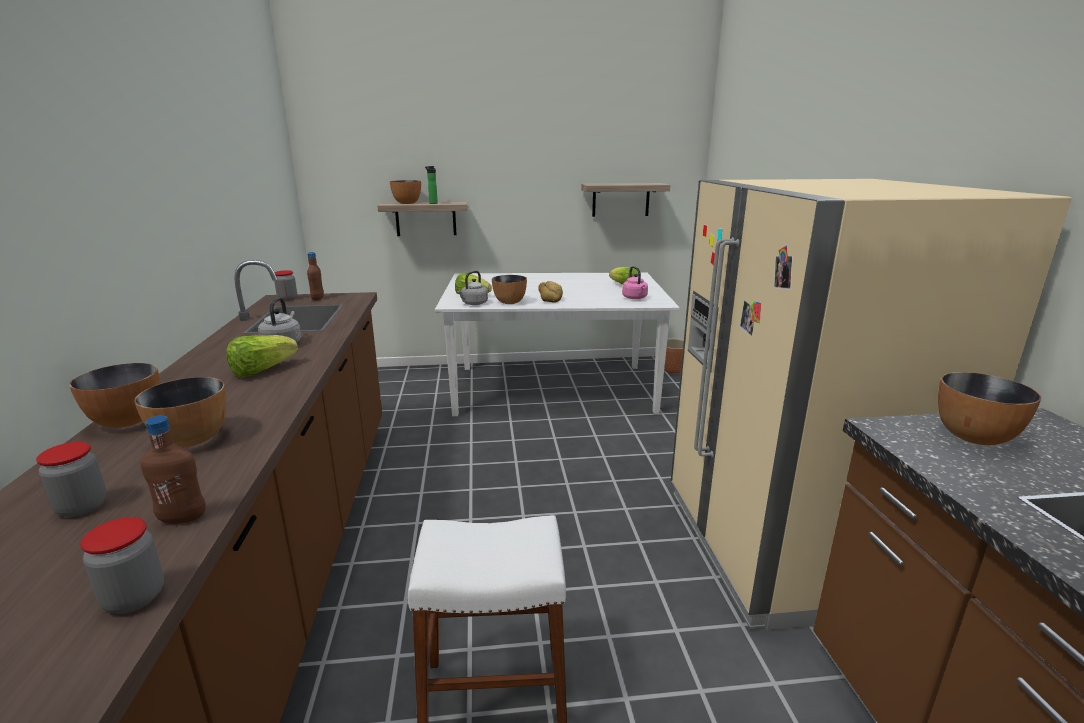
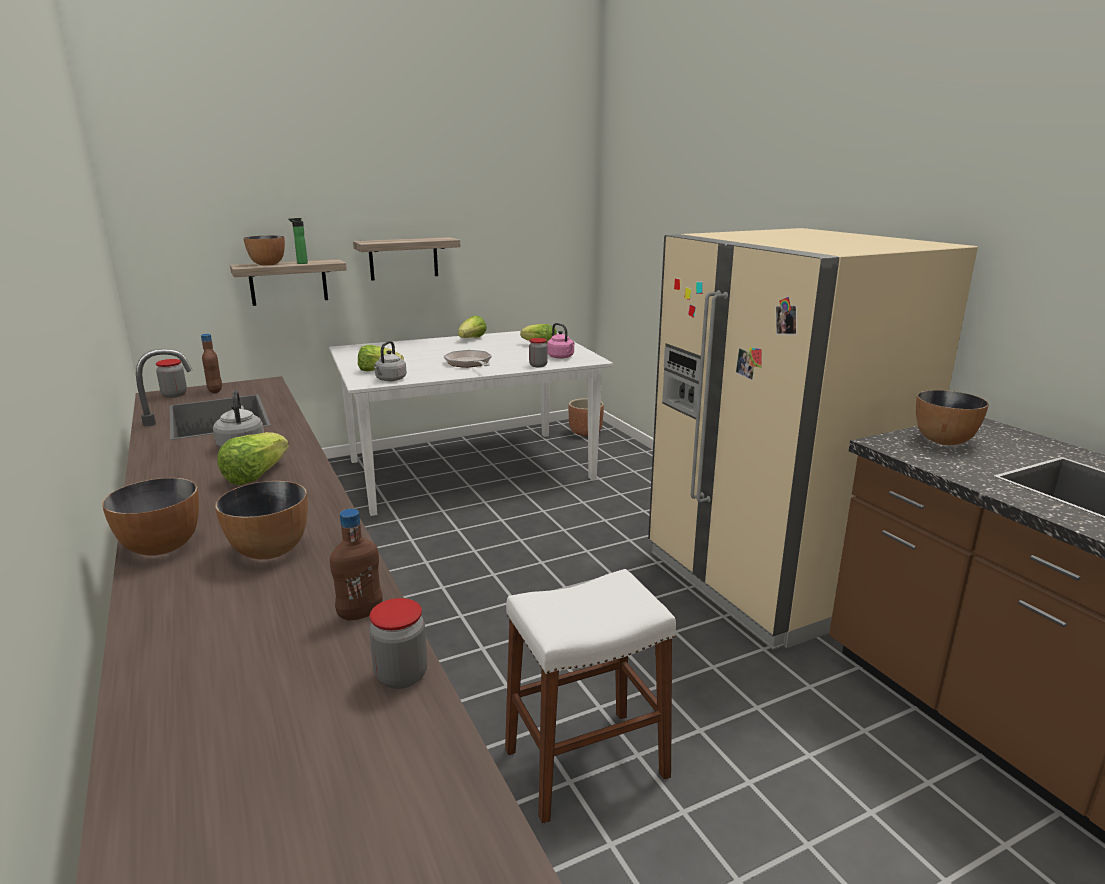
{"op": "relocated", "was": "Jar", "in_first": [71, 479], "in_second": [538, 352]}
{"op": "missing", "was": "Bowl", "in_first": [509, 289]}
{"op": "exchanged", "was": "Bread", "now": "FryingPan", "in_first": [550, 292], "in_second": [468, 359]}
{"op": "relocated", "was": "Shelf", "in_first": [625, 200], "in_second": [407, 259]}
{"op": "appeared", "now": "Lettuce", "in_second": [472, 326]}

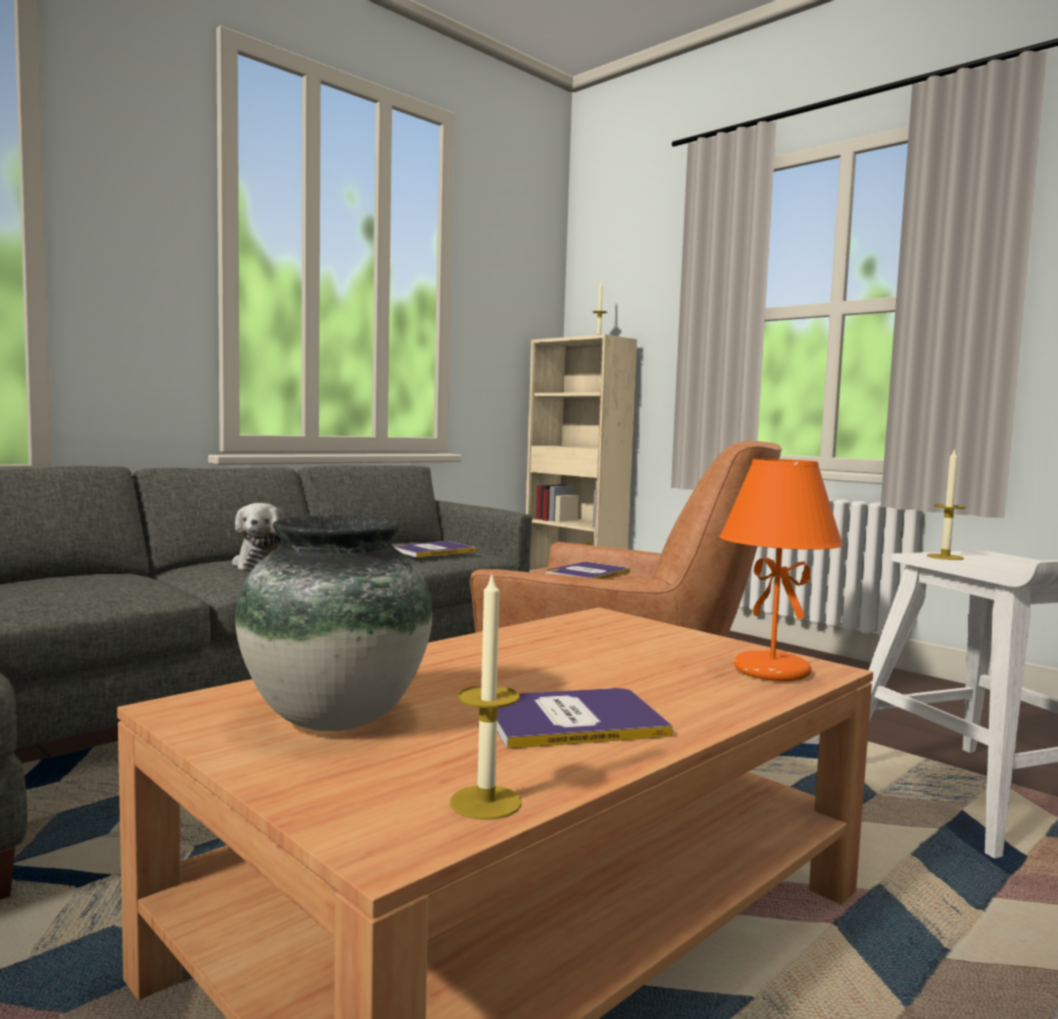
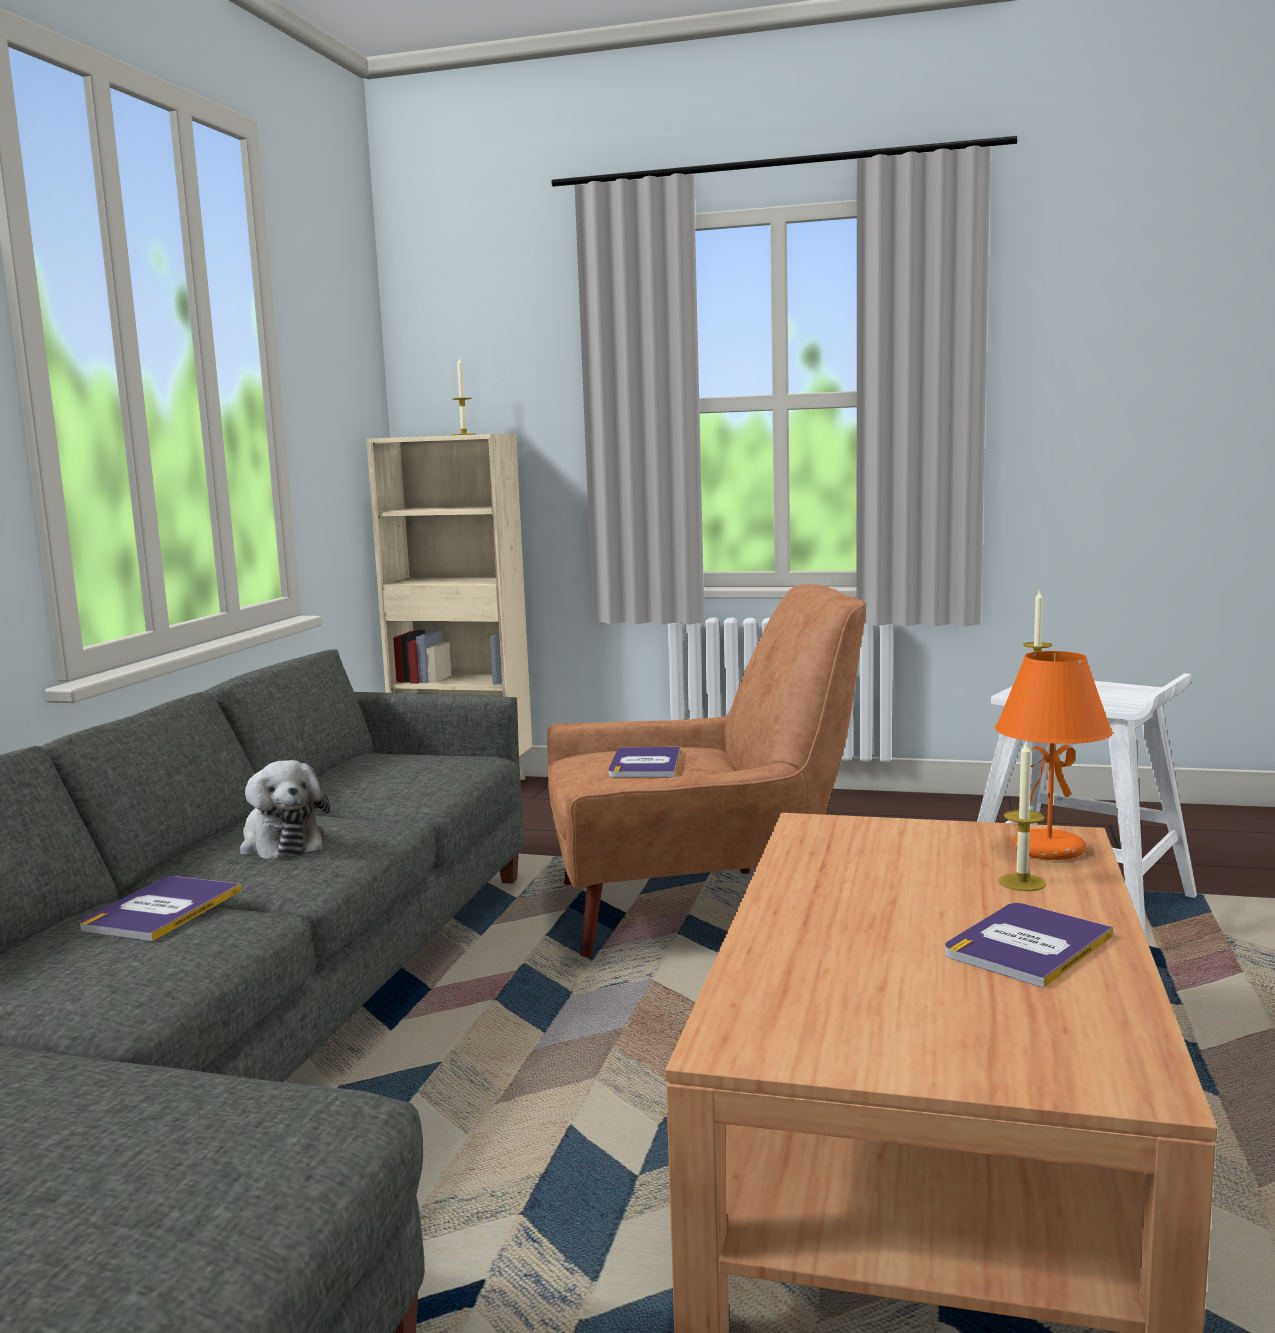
{"op": "missing", "was": "Vase", "in_first": [333, 623]}
{"op": "relocated", "was": "Book", "in_first": [434, 549], "in_second": [160, 909]}
{"op": "relocated", "was": "Candle", "in_first": [486, 696], "in_second": [1022, 815]}

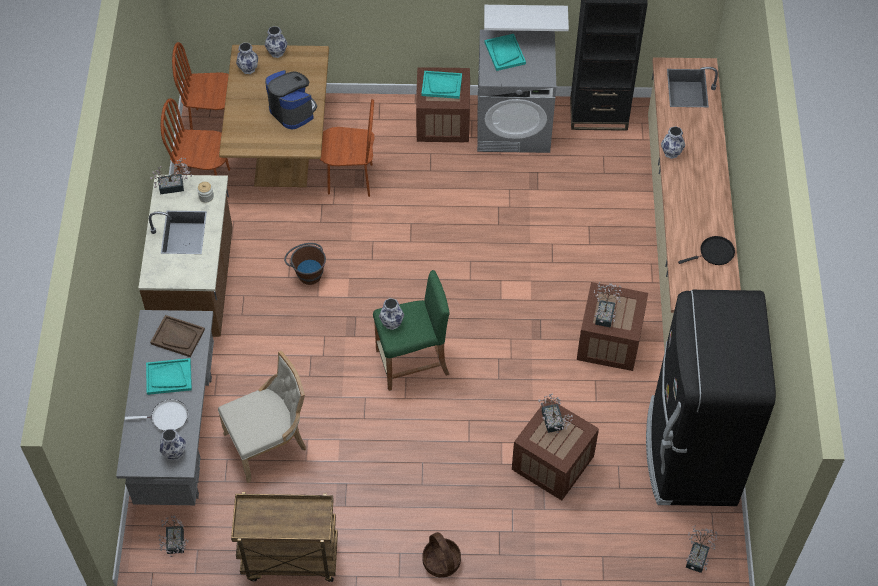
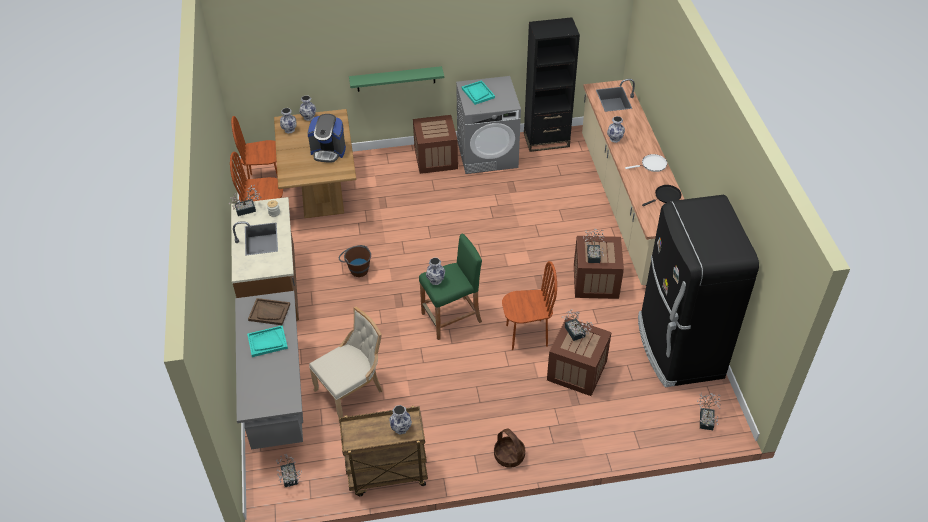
{"op": "relocated", "was": "WhiteFryingPan", "in_first": [156, 415], "in_second": [646, 163]}
{"op": "relocated", "was": "Vase", "in_first": [173, 444], "in_second": [400, 419]}
{"op": "spun", "was": "CoffeeMachine", "in_first": [291, 99], "in_second": [326, 138], "clockwise": 150}
{"op": "relocated", "was": "BrownChair", "in_first": [347, 148], "in_second": [529, 305]}
{"op": "missing", "was": "TurquoiseTray", "in_first": [441, 85]}
{"op": "missing", "was": "WhiteShelf", "in_first": [526, 18]}
{"op": "appeared", "now": "GreenShelf", "in_second": [396, 79]}

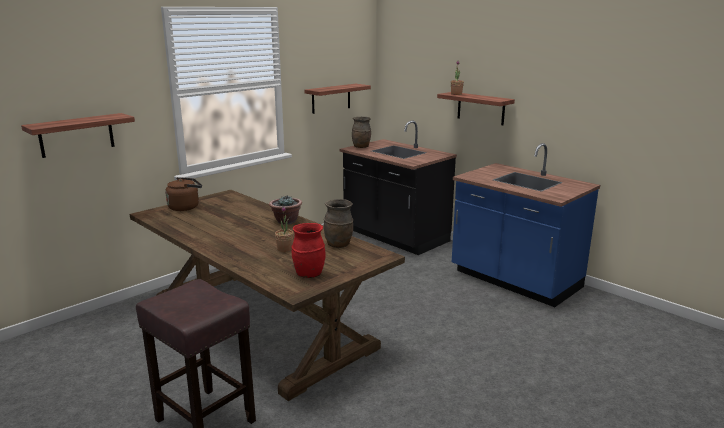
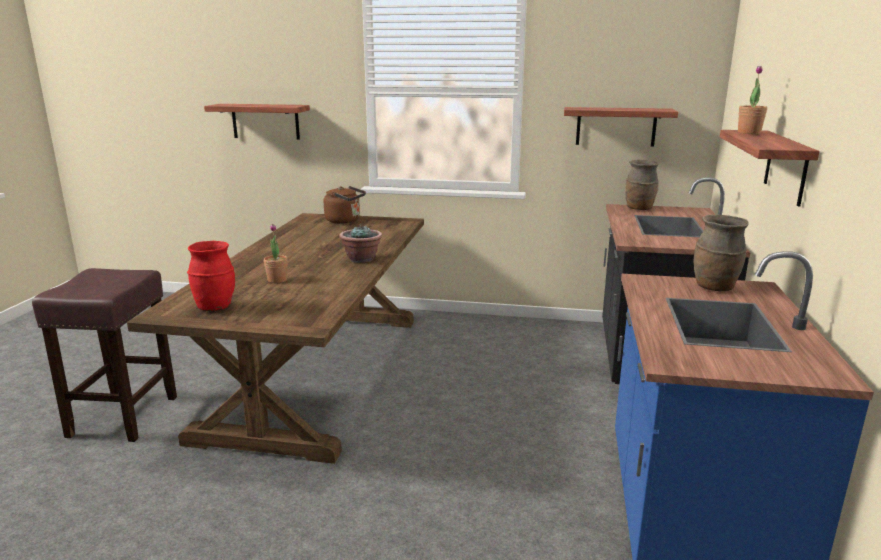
{"op": "relocated", "was": "BrownVase", "in_first": [338, 223], "in_second": [721, 253]}

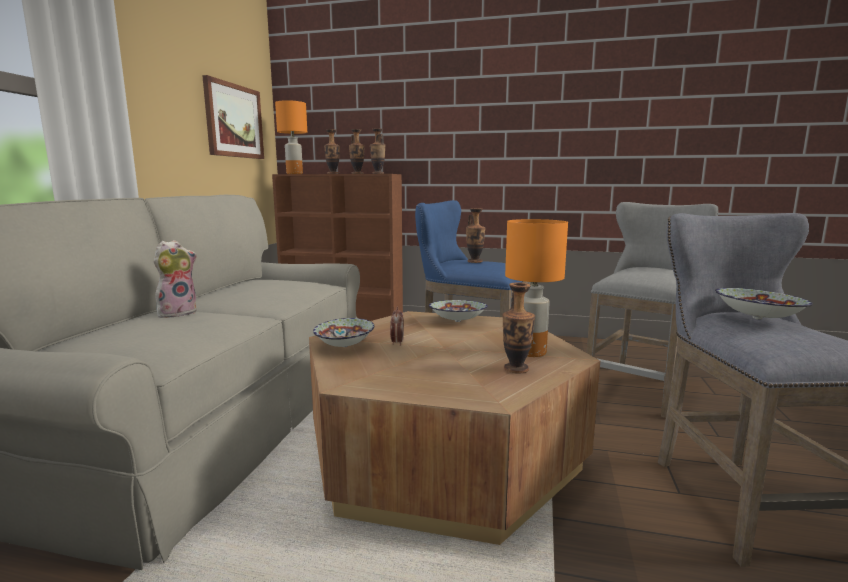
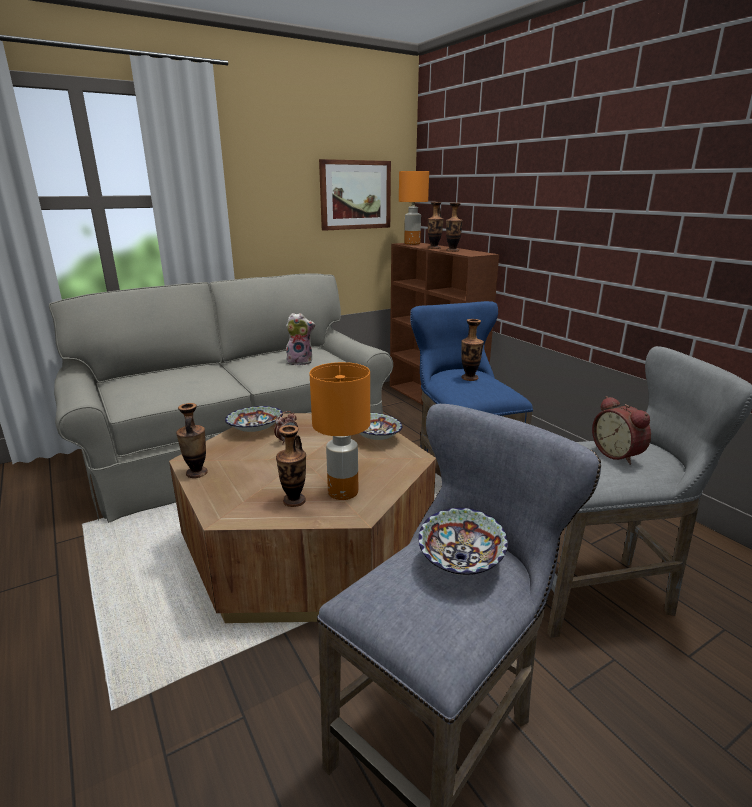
{"op": "relocated", "was": "PlushToy", "in_first": [175, 279], "in_second": [300, 339]}
{"op": "relocated", "was": "Vase", "in_first": [377, 151], "in_second": [192, 440]}
{"op": "appeared", "now": "AlarmClock", "in_second": [621, 430]}

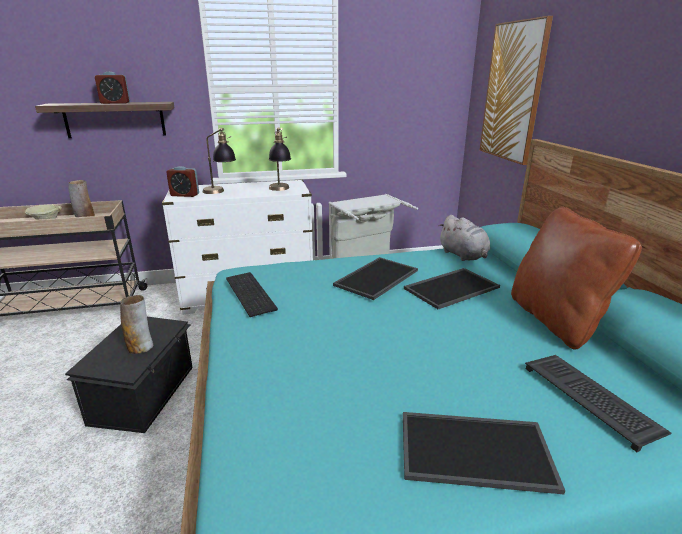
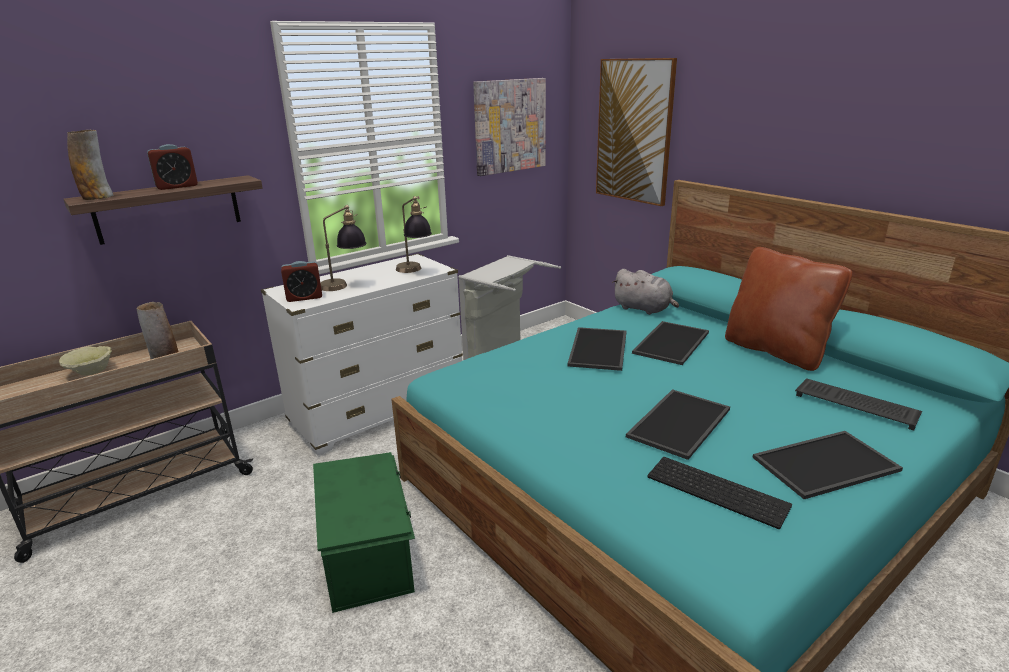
{"op": "colour", "was": "BlackStorageBox", "now": "GreenStorageBox", "in_first": [129, 375], "in_second": [364, 532]}
{"op": "relocated", "was": "Vase", "in_first": [136, 324], "in_second": [90, 165]}
{"op": "relocated", "was": "Keyboard", "in_first": [252, 294], "in_second": [720, 493]}
{"op": "appeared", "now": "Picture", "in_second": [509, 127]}
{"op": "appeared", "now": "Tray", "in_second": [678, 424]}

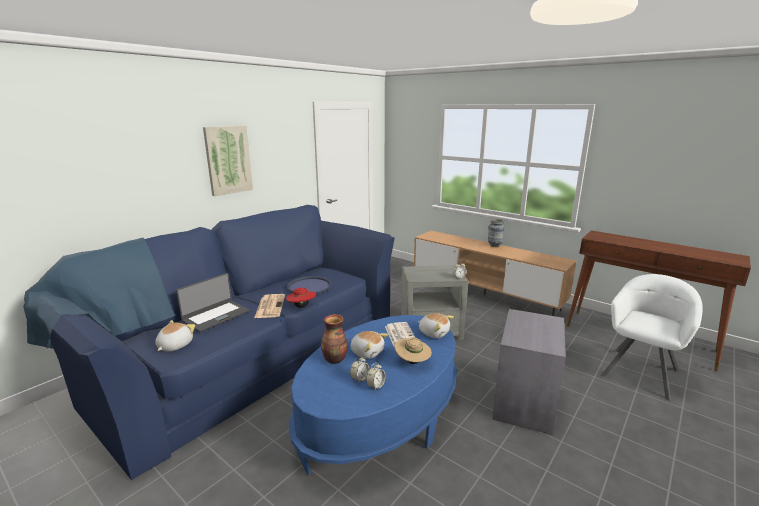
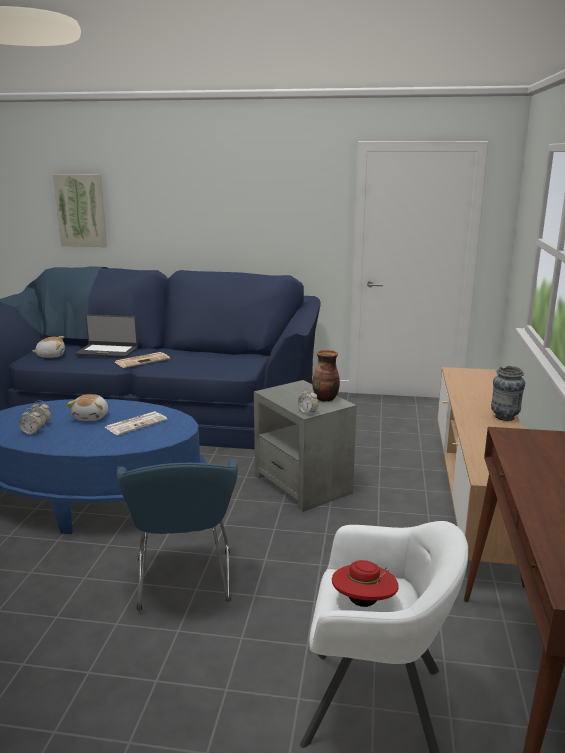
{"op": "relocated", "was": "Picture", "in_first": [228, 161], "in_second": [80, 210]}
{"op": "relocated", "was": "RedHat", "in_first": [301, 297], "in_second": [365, 583]}
{"op": "missing", "was": "BlueTray", "in_first": [309, 285]}
{"op": "relocated", "was": "Vase", "in_first": [334, 339], "in_second": [326, 376]}
{"op": "missing", "was": "BeigeHat", "in_first": [413, 350]}
{"op": "missing", "was": "PlushToy", "in_first": [436, 325]}
{"op": "exchanged", "was": "GreySideTable", "now": "BlueArmchair", "in_first": [529, 372], "in_second": [177, 535]}

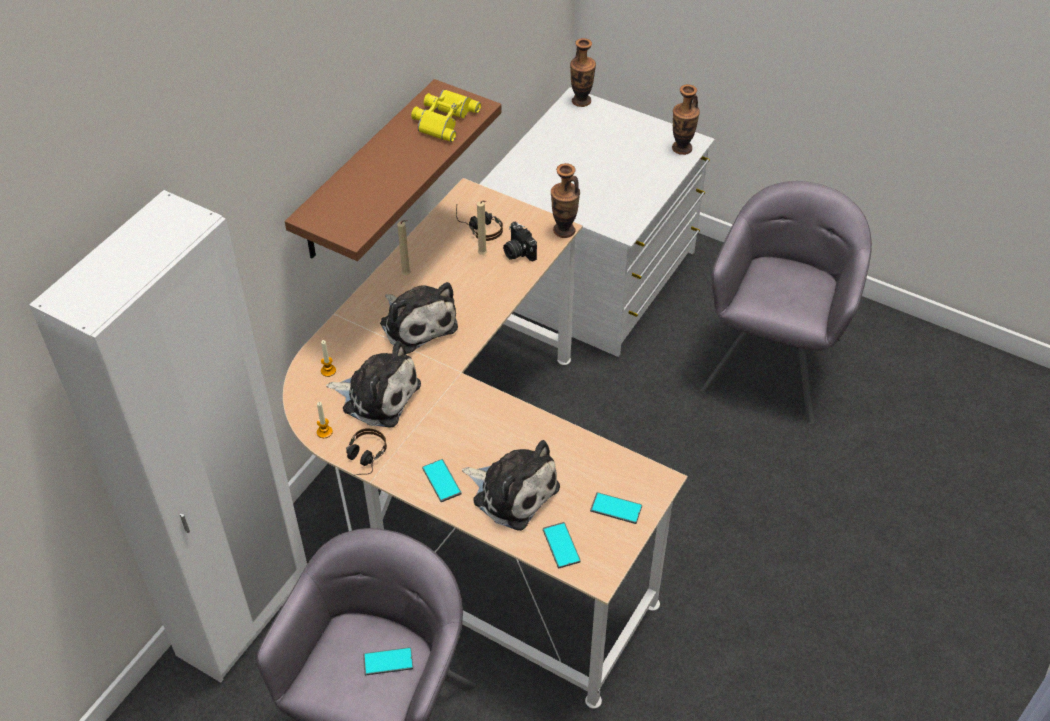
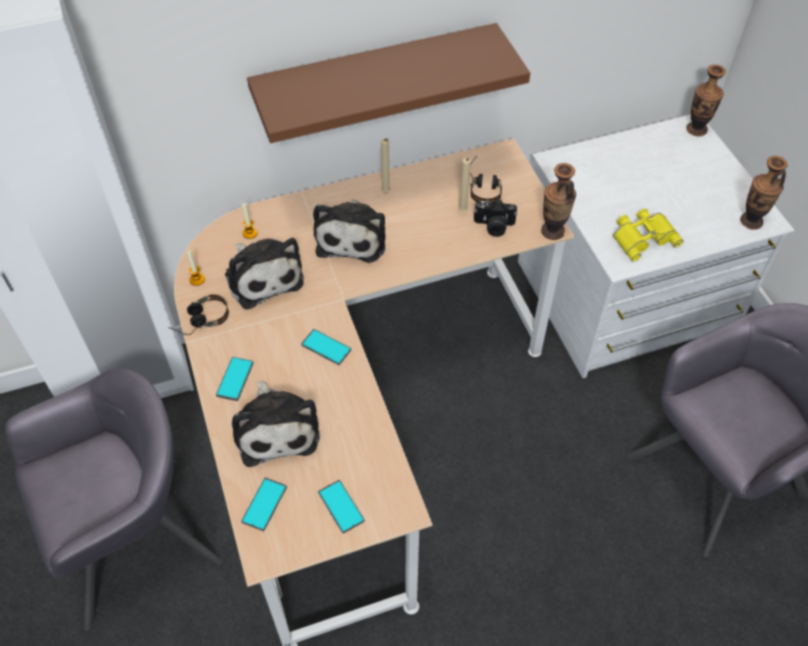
{"op": "relocated", "was": "Phone", "in_first": [388, 661], "in_second": [326, 347]}
{"op": "relocated", "was": "YellowBinoculars", "in_first": [446, 115], "in_second": [648, 235]}
{"op": "spun", "was": "PhotoCamera", "in_first": [520, 241], "in_second": [495, 218], "clockwise": -90}

